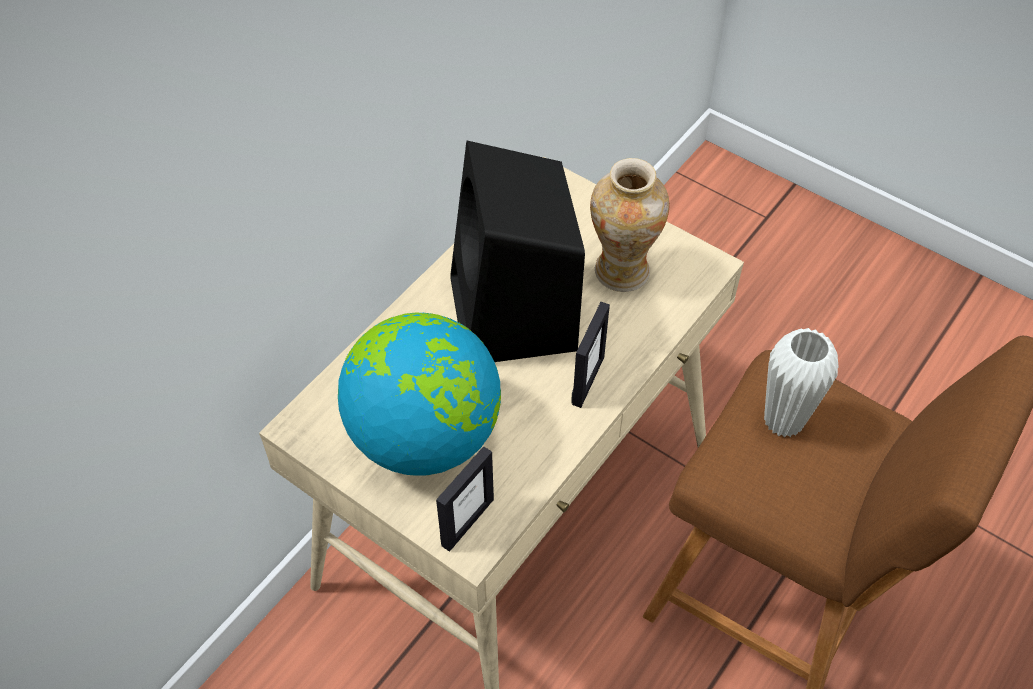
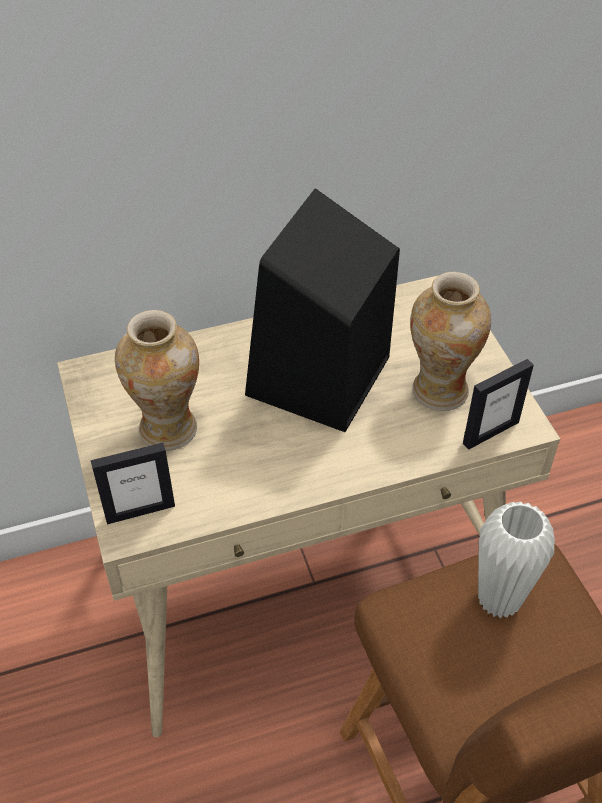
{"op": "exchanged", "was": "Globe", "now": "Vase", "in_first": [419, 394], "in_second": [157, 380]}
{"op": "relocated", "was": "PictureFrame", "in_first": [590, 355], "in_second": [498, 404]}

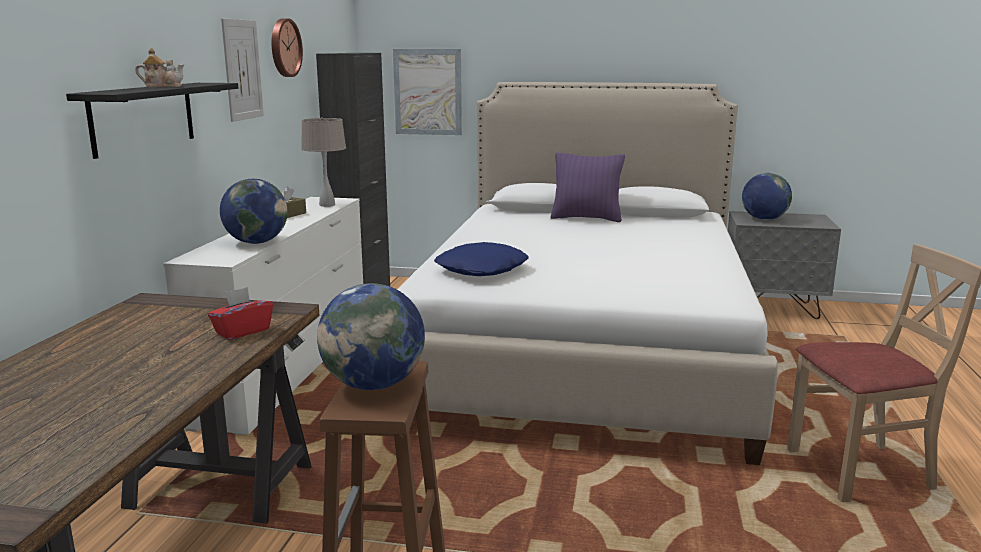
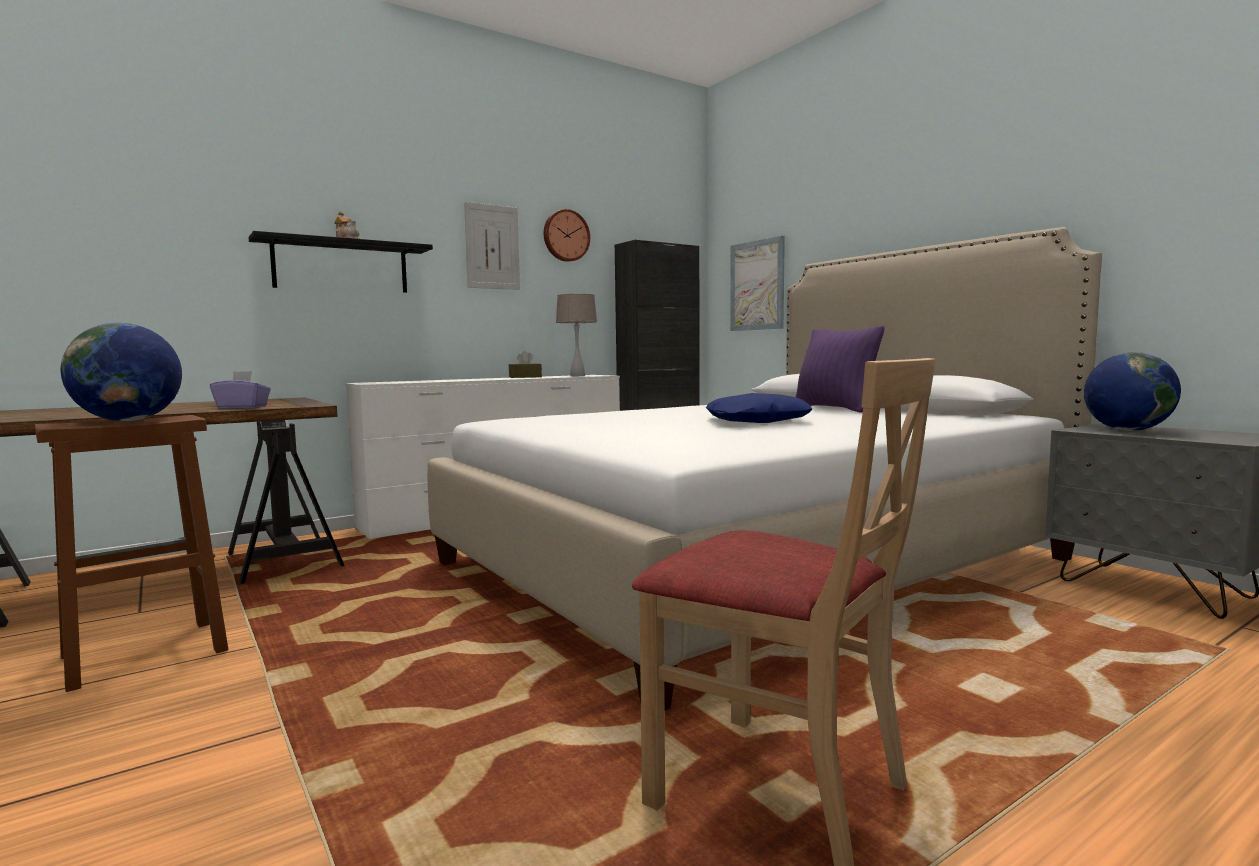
{"op": "colour", "was": "RedTissueBox", "now": "PurpleTissueBox", "in_first": [240, 313], "in_second": [240, 390]}
{"op": "missing", "was": "Globe", "in_first": [254, 211]}
{"op": "relocated", "was": "BluePillow", "in_first": [481, 259], "in_second": [758, 408]}

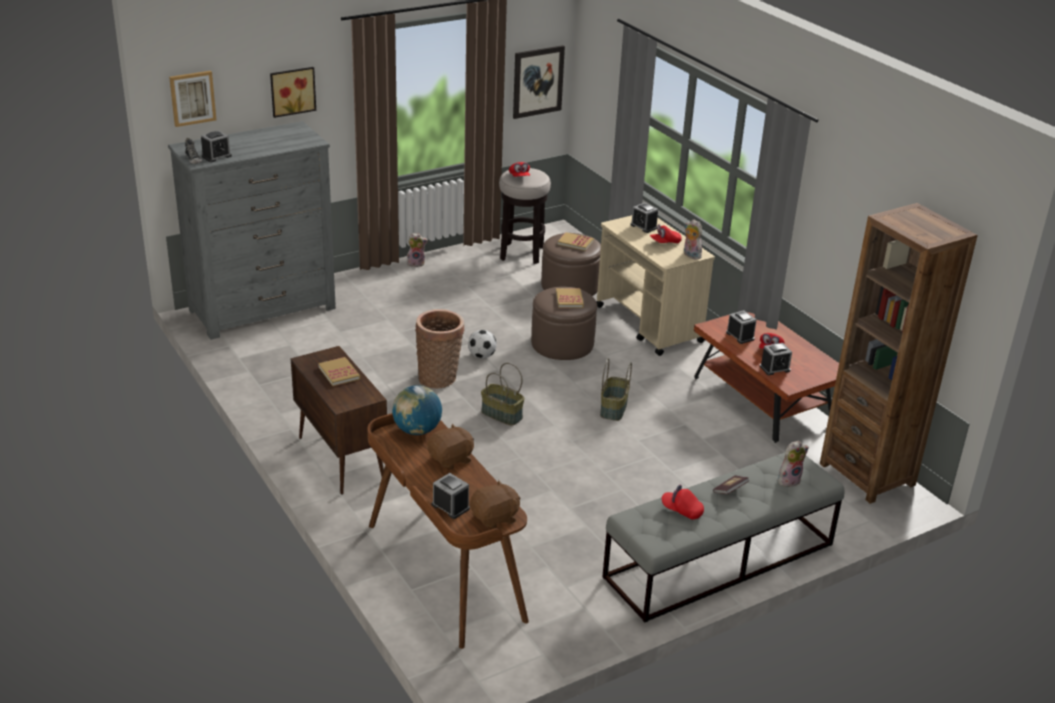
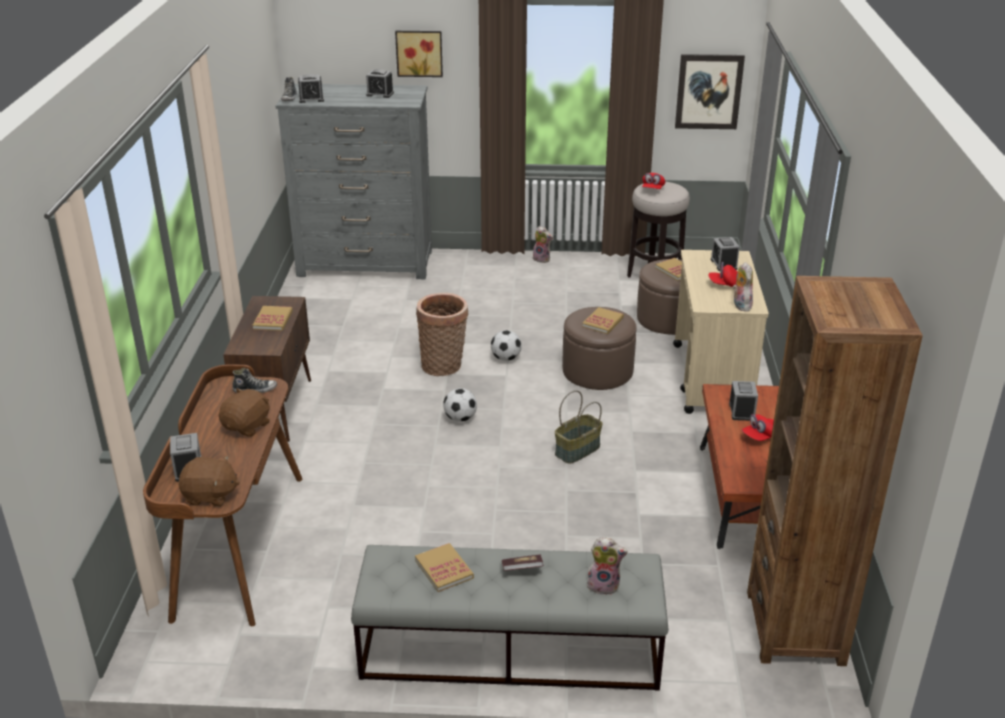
{"op": "missing", "was": "Picture", "in_first": [192, 99]}
{"op": "exchanged", "was": "Globe", "now": "Shoe", "in_first": [417, 410], "in_second": [254, 380]}
{"op": "spun", "was": "BrownPlushToy", "in_first": [450, 446], "in_second": [244, 412], "clockwise": -60}
{"op": "exchanged", "was": "Basket", "now": "Football", "in_first": [503, 394], "in_second": [460, 405]}
{"op": "exchanged", "was": "RedCap", "now": "Book", "in_first": [683, 502], "in_second": [444, 567]}
{"op": "relocated", "was": "AlarmClock", "in_first": [776, 359], "in_second": [380, 83]}

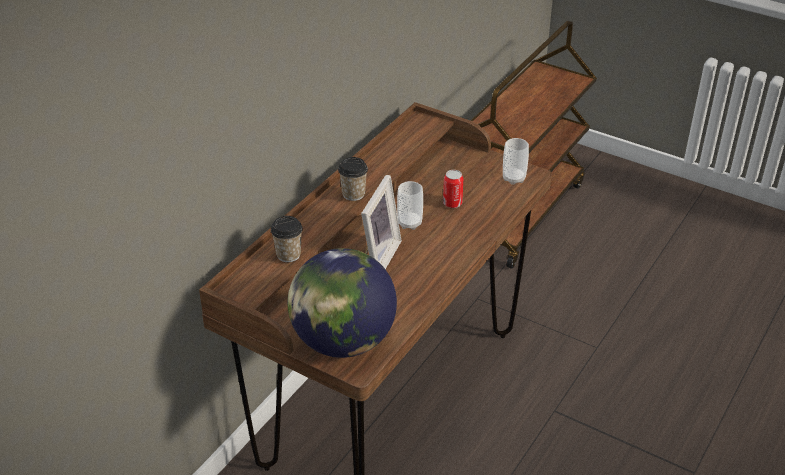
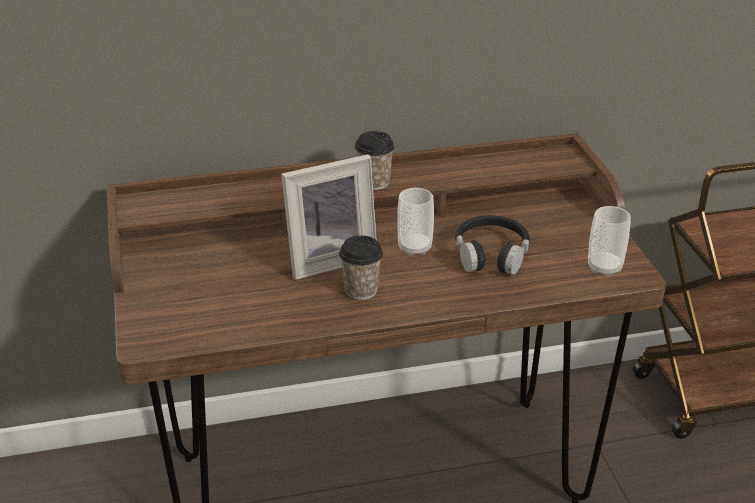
{"op": "relocated", "was": "Cup", "in_first": [287, 239], "in_second": [361, 267]}
{"op": "missing", "was": "Globe", "in_first": [342, 303]}
{"op": "exchanged", "was": "Can", "now": "BlackHeadphones", "in_first": [453, 189], "in_second": [492, 245]}

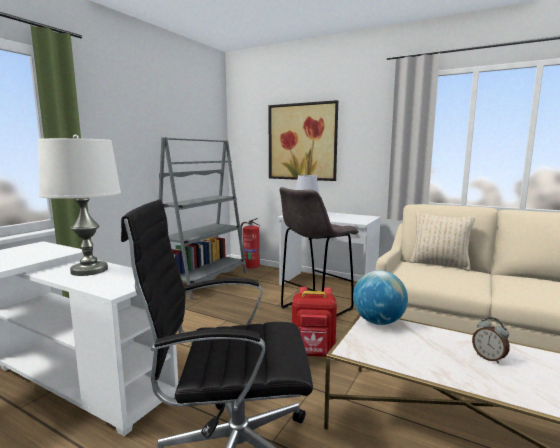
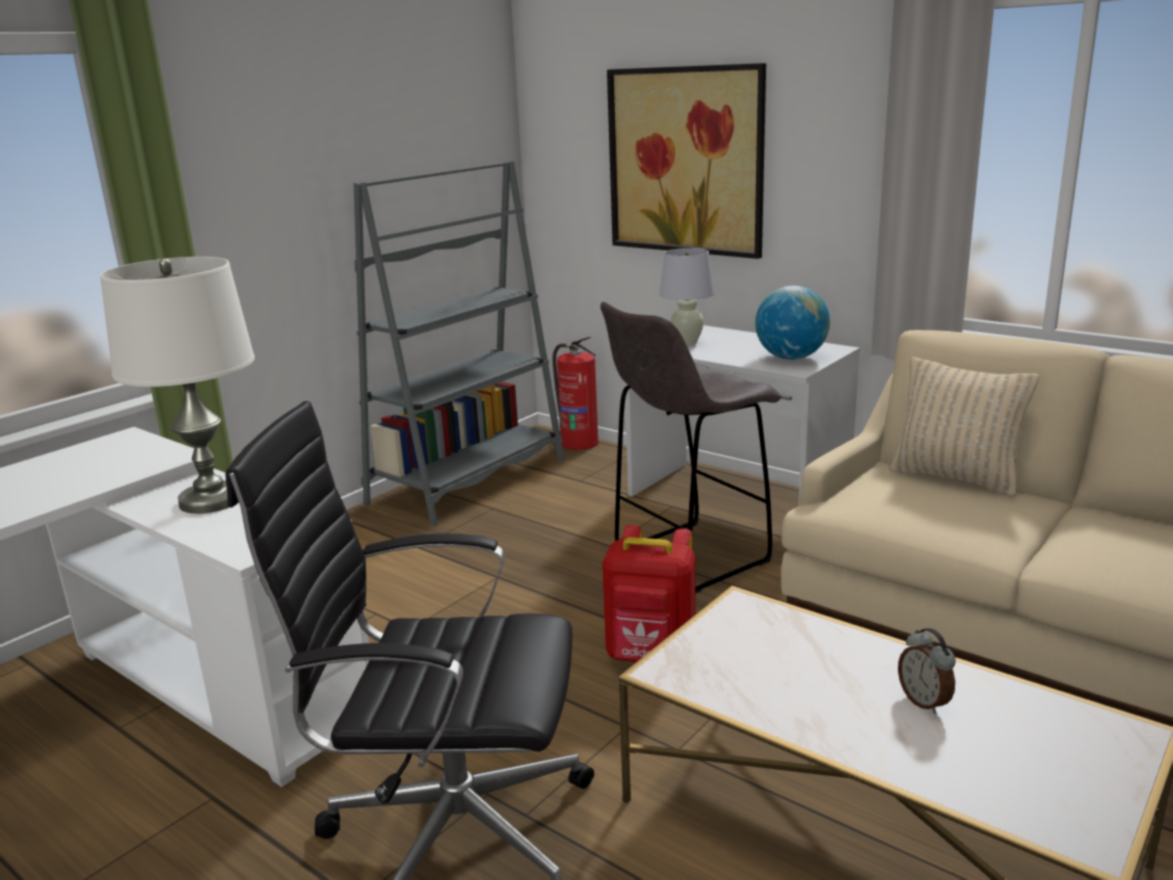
{"op": "relocated", "was": "Globe", "in_first": [380, 297], "in_second": [792, 323]}

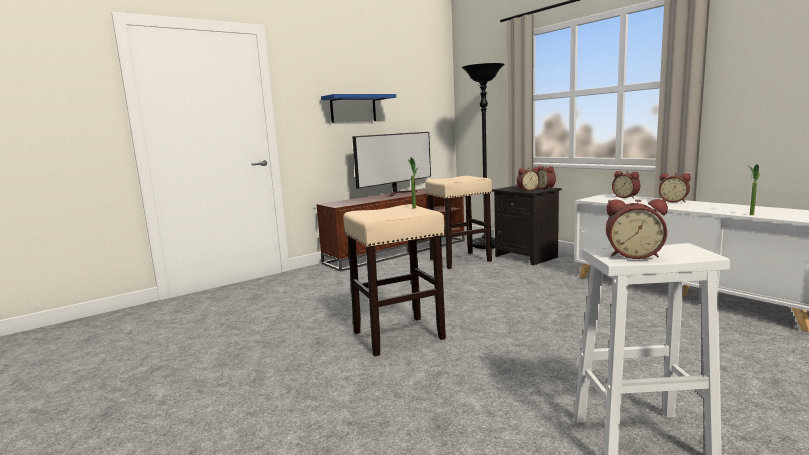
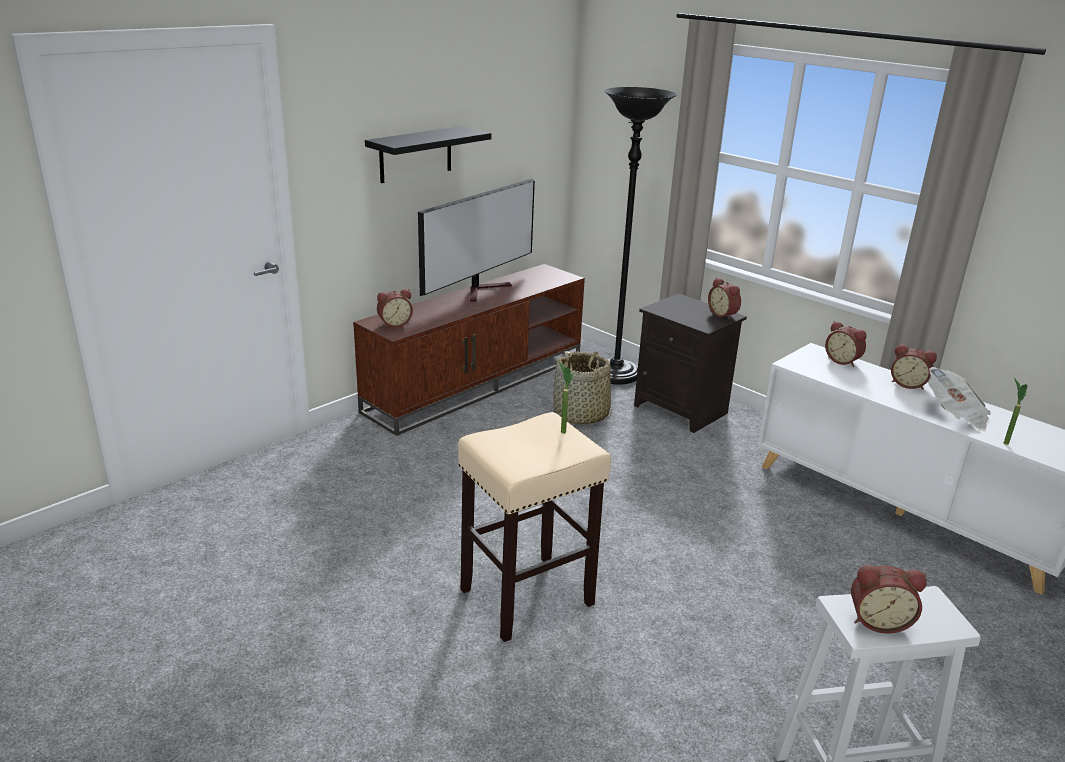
{"op": "colour", "was": "BlueShelf", "now": "BlackShelf", "in_first": [358, 108], "in_second": [428, 154]}
{"op": "exchanged", "was": "BeigeStool", "now": "Basket", "in_first": [458, 222], "in_second": [582, 388]}
{"op": "relocated", "was": "AlarmClock", "in_first": [528, 179], "in_second": [395, 308]}
{"op": "appeared", "now": "Newspaper", "in_second": [959, 399]}

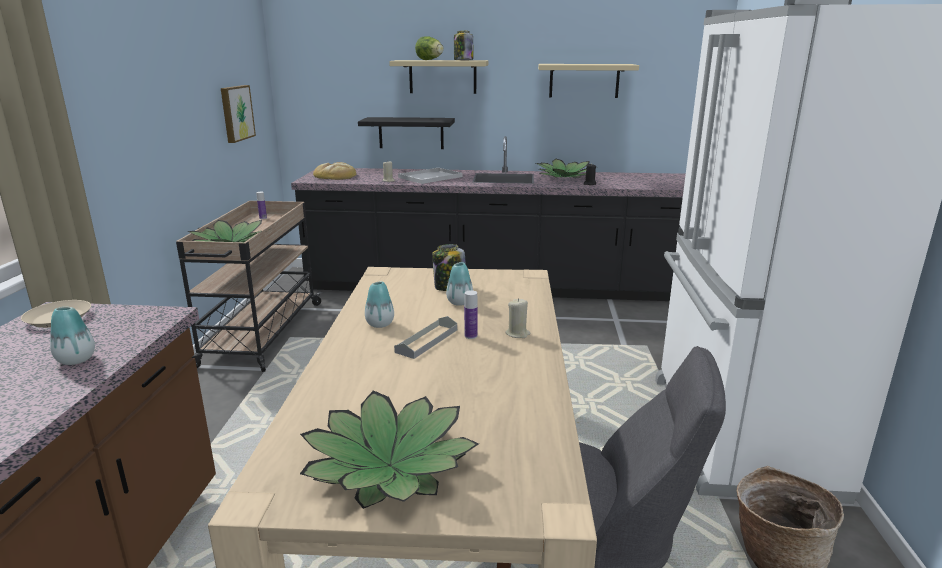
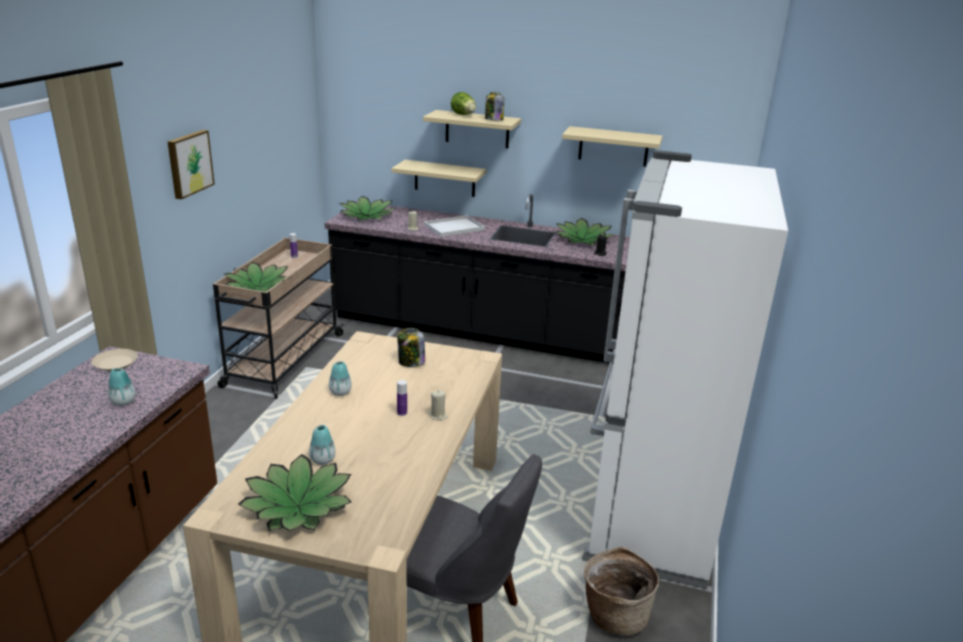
{"op": "relocated", "was": "Picture", "in_first": [238, 114], "in_second": [191, 164]}
{"op": "exchanged", "was": "Bread", "now": "PottedPlant", "in_first": [334, 171], "in_second": [367, 208]}
{"op": "colour", "was": "BlackShelf", "now": "BeigeShelf", "in_first": [406, 133], "in_second": [438, 178]}
{"op": "missing", "was": "GreyTray", "in_first": [425, 337]}
{"op": "relocated", "was": "Vase", "in_first": [459, 284], "in_second": [322, 445]}

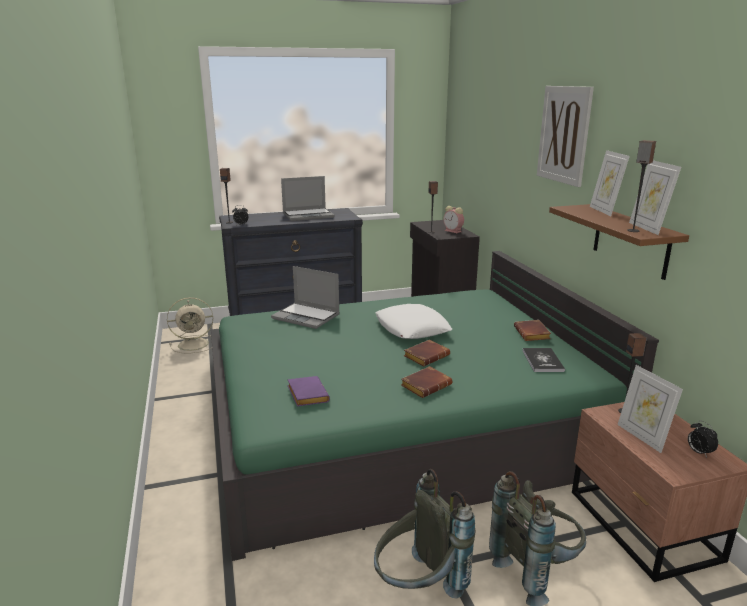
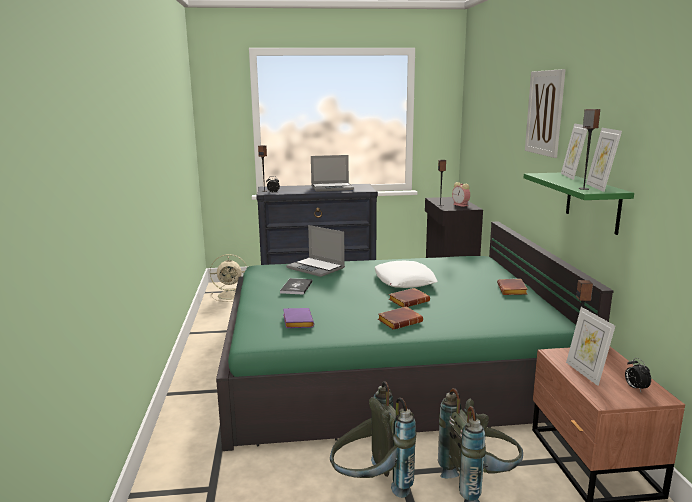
{"op": "relocated", "was": "Book", "in_first": [544, 360], "in_second": [296, 286]}
{"op": "colour", "was": "BrownShelf", "now": "GreenShelf", "in_first": [619, 242], "in_second": [579, 204]}

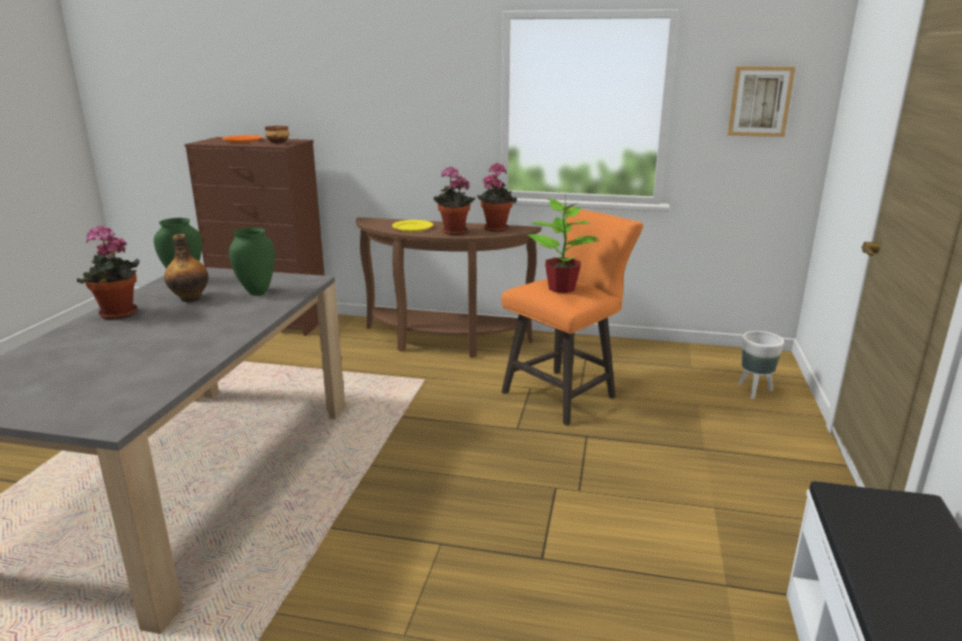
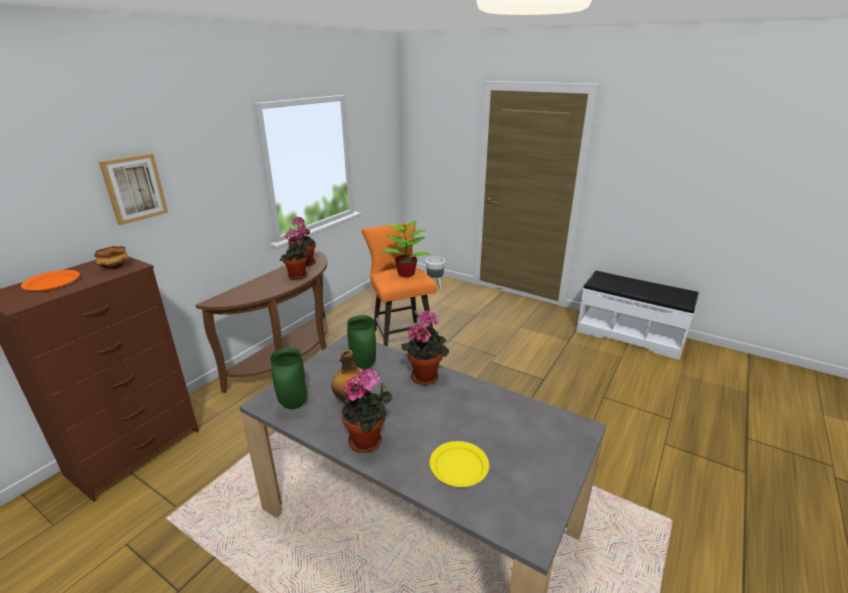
{"op": "relocated", "was": "YellowPlate", "in_first": [412, 226], "in_second": [459, 464]}
{"op": "relocated", "was": "Picture", "in_first": [761, 101], "in_second": [133, 189]}
{"op": "appeared", "now": "PottedPlant", "in_second": [425, 348]}

